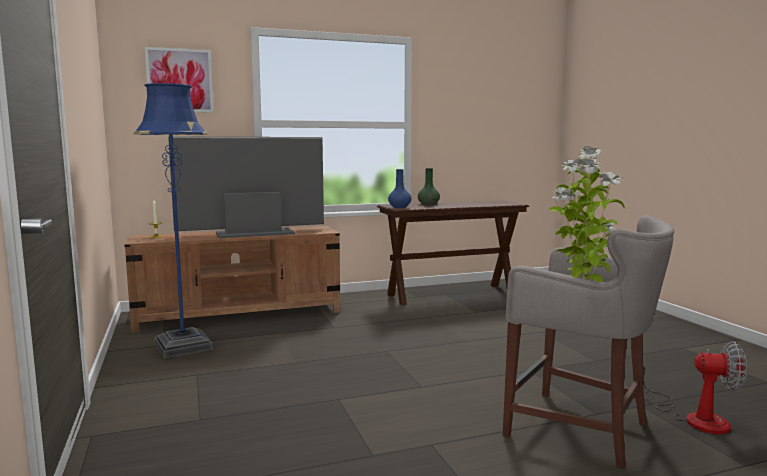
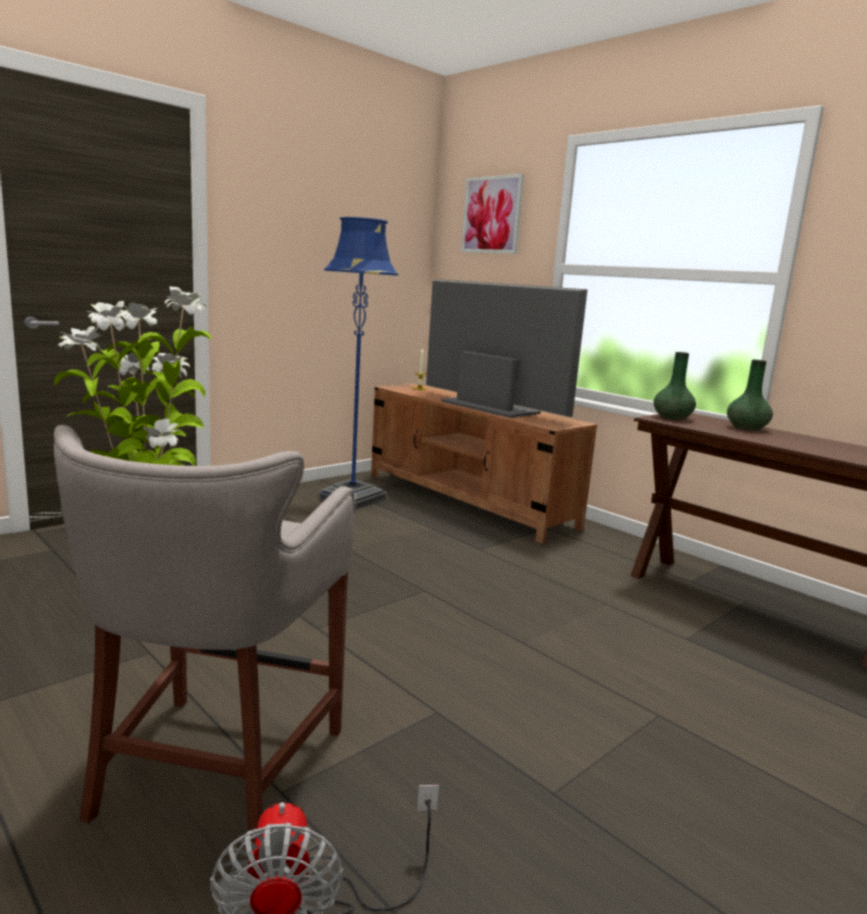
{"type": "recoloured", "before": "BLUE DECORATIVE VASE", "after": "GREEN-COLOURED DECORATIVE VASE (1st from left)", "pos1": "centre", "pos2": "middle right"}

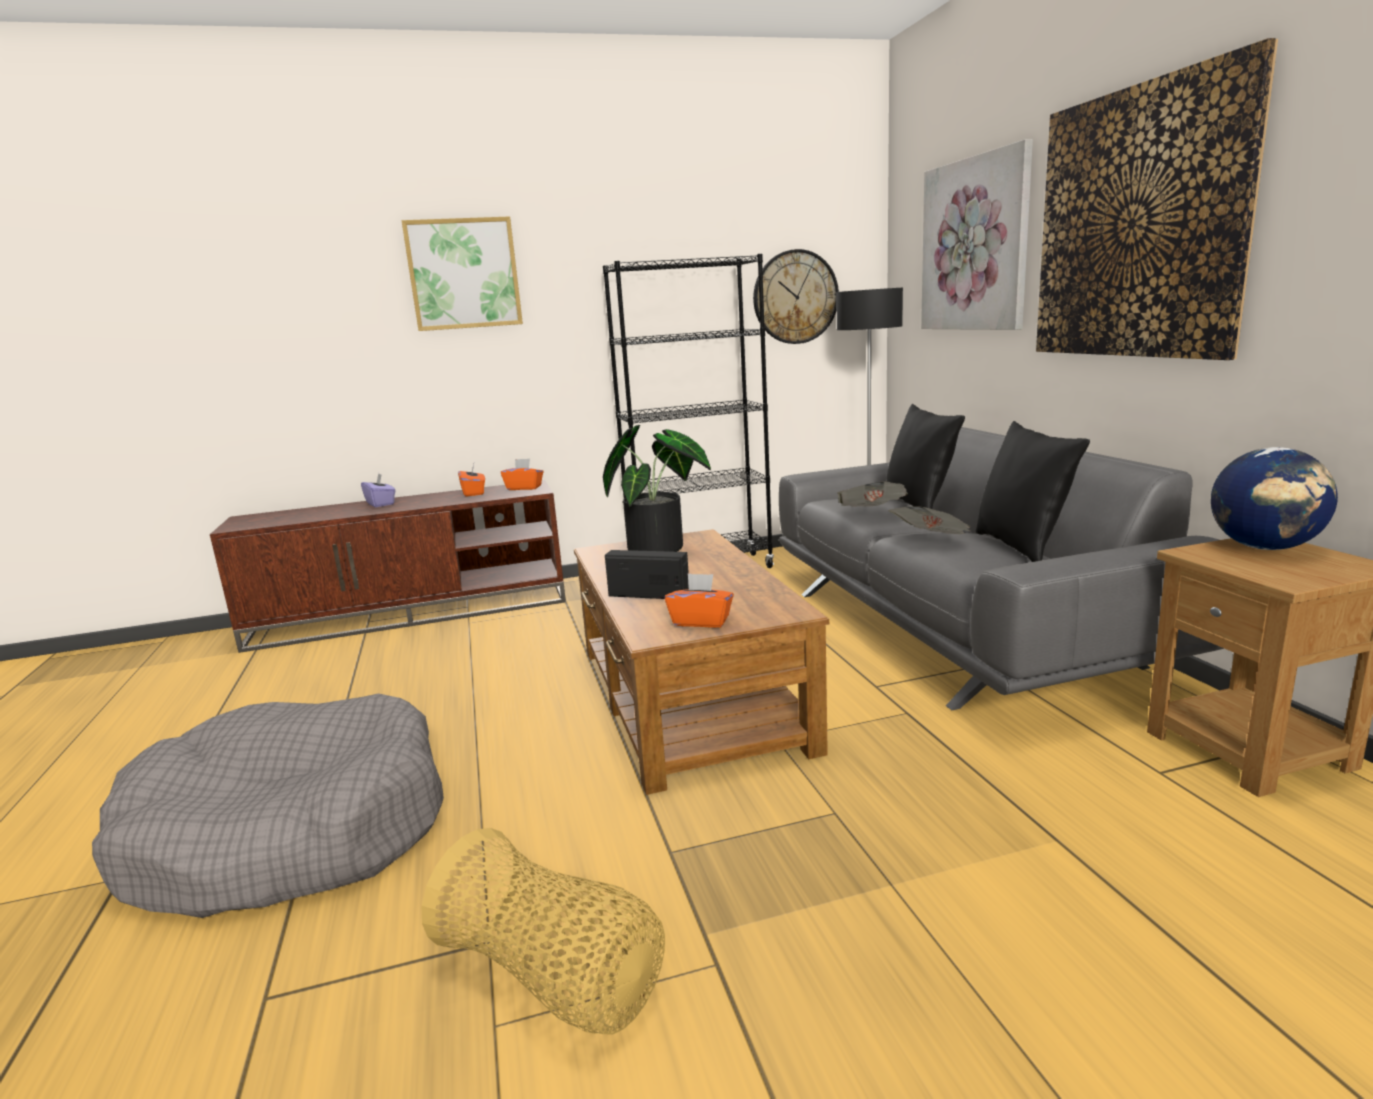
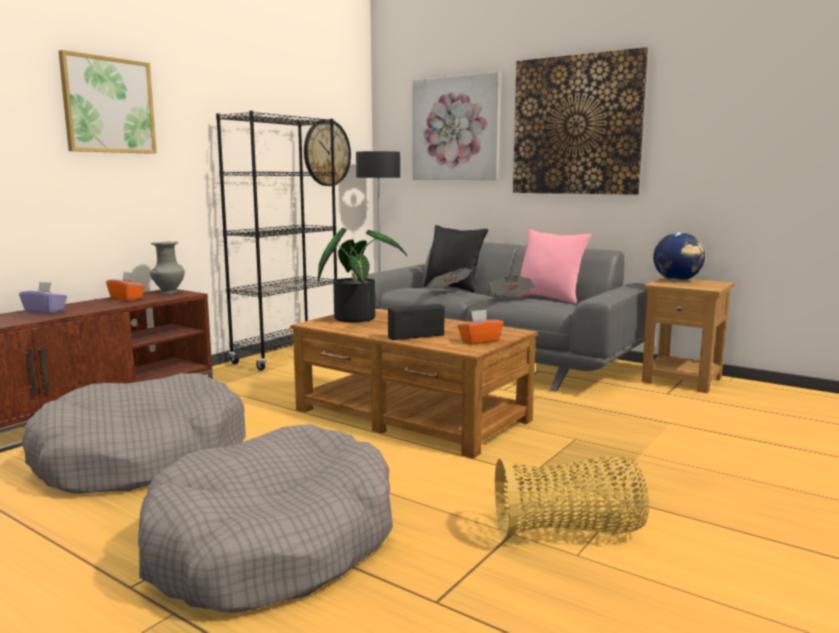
{"type": "replaced", "before": "ORANGEY TISSUE BOX (2nd from left)", "after": "GREY DECORATIVE VASE", "pos1": "centre", "pos2": "middle left"}
{"type": "recoloured", "before": "BLACKISH CUSHION (2nd from left)", "after": "PINK-COLOURED CUSHION", "pos1": "middle right", "pos2": "centre"}
{"type": "added", "after": "GREY PET BED (1st from left)", "pos2": "bottom left"}

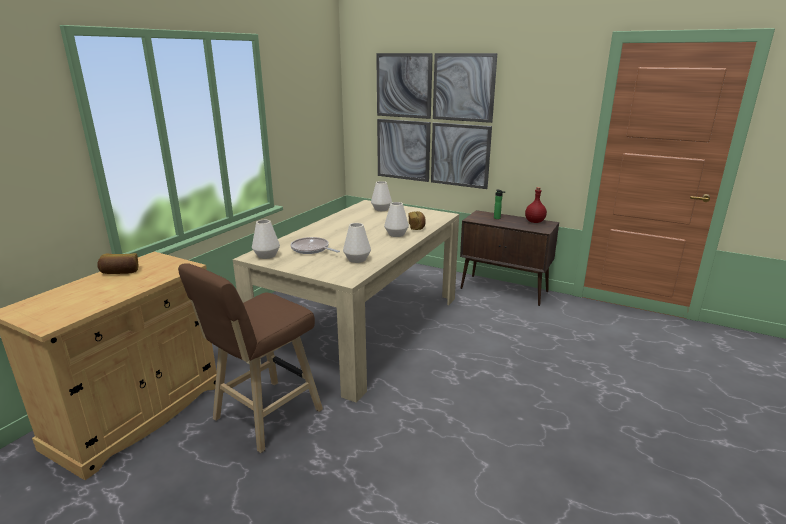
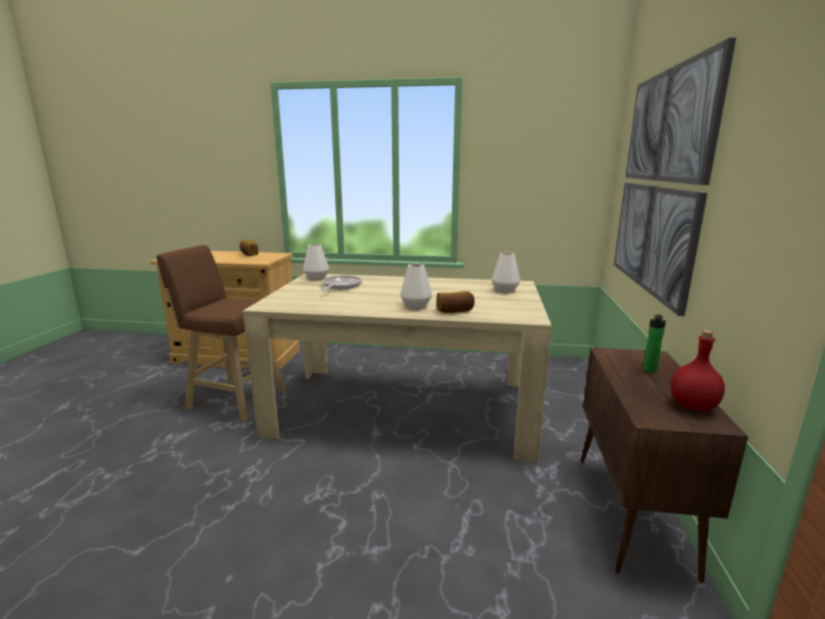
{"type": "removed", "before": "WHITE DECORATIVE VASE (2nd from left)", "pos1": "centre"}

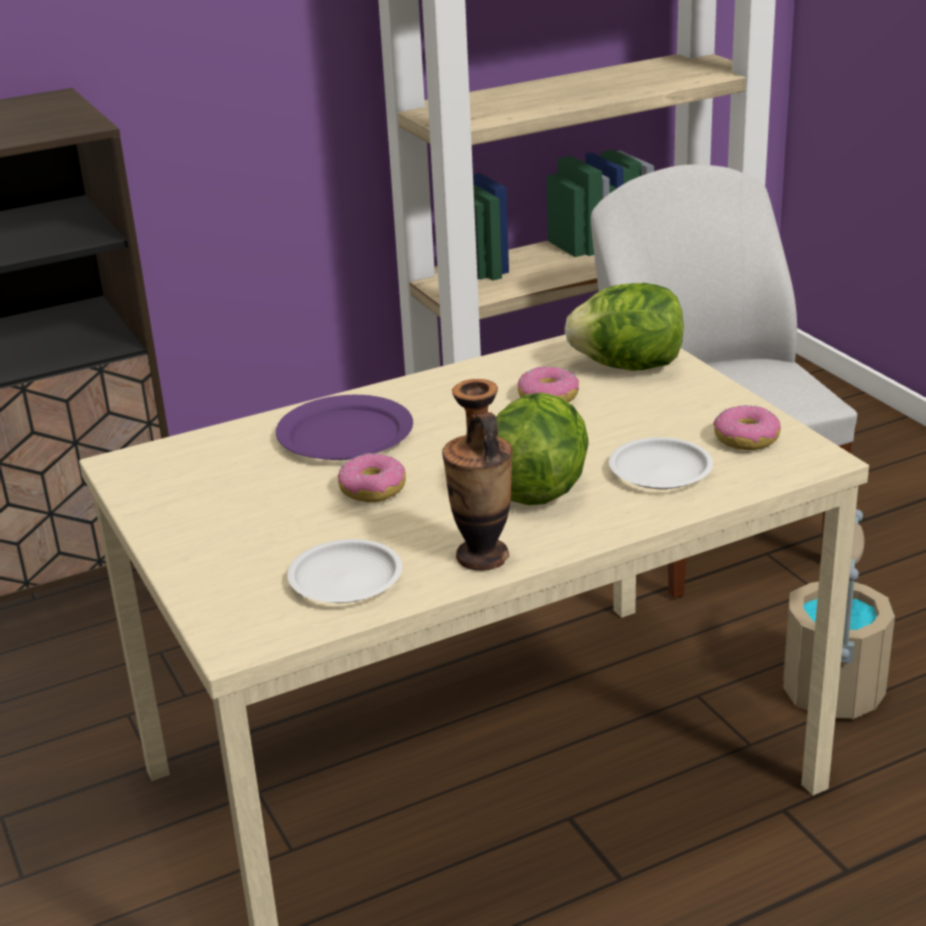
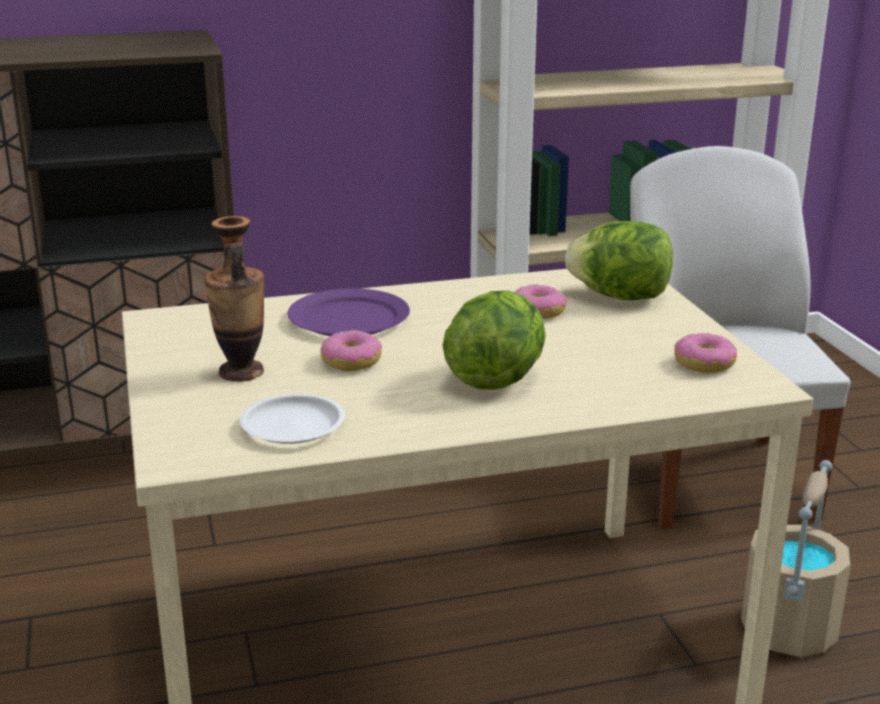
{"type": "moved", "before": "DECORATIVE VASE", "pos1": "centre", "pos2": "middle left"}
{"type": "removed", "before": "WHITE DINNER PLATE (2nd from left)", "pos1": "middle right"}

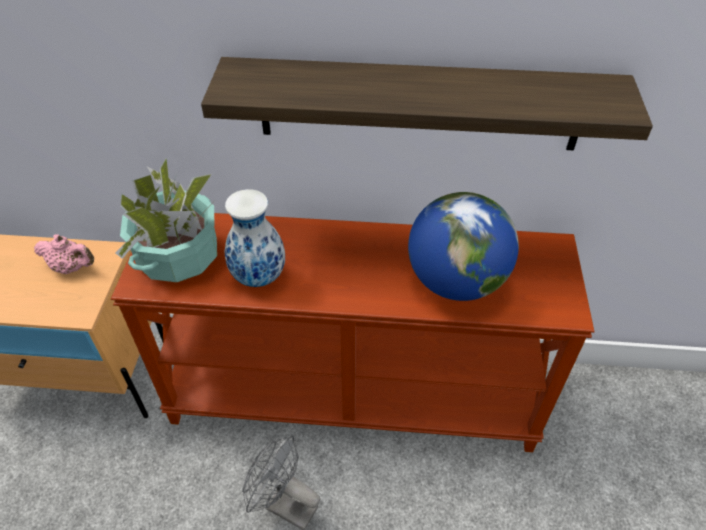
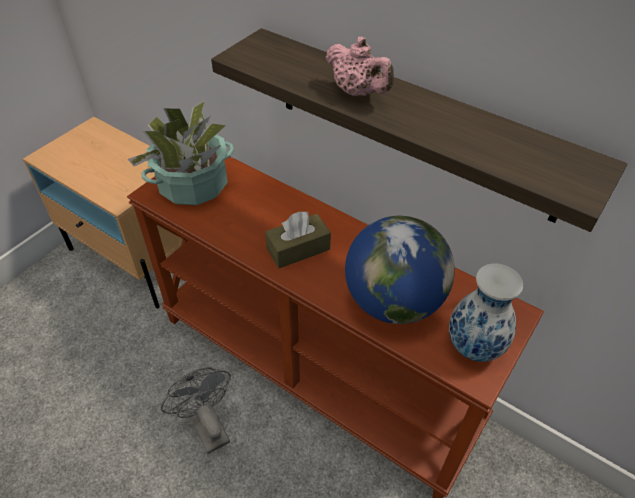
{"type": "moved", "before": "PINK-COLOURED POT FOR TEA", "pos1": "middle left", "pos2": "top centre"}
{"type": "moved", "before": "DECORATIVE VASE", "pos1": "centre", "pos2": "middle right"}
{"type": "added", "after": "BROWNISH TISSUE BOX", "pos2": "centre"}

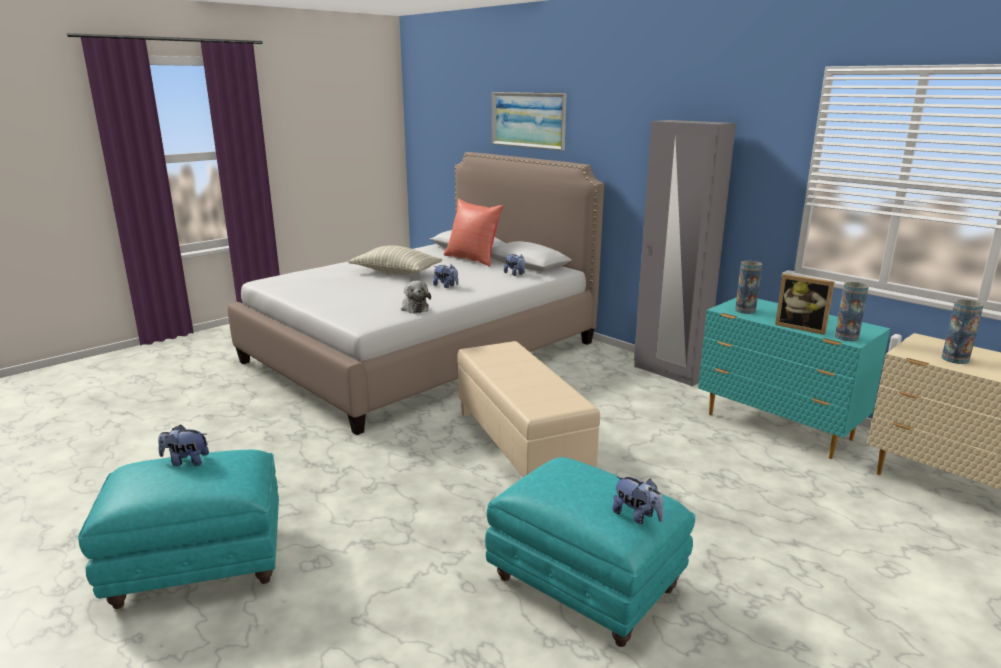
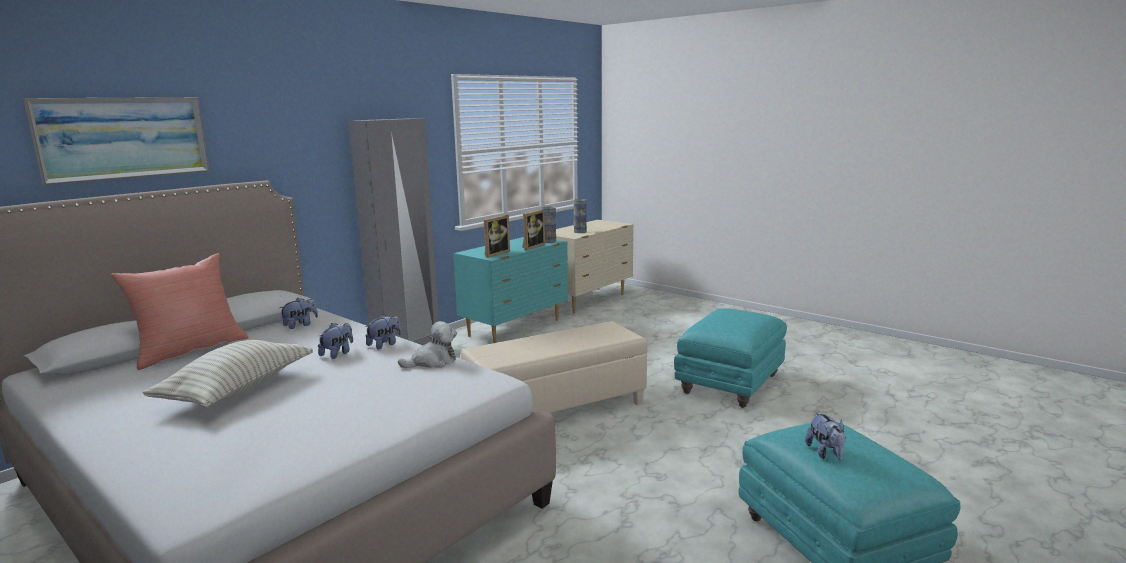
{"type": "moved", "before": "PLUSH TOY (5th from left in the first image)", "after": "PLUSH TOY (3rd from left)", "pos1": "bottom centre", "pos2": "centre"}
{"type": "replaced", "before": "DECORATIVE VASE (1st from left)", "after": "PHOTO FRAME (1st from left)", "pos1": "middle right", "pos2": "centre"}

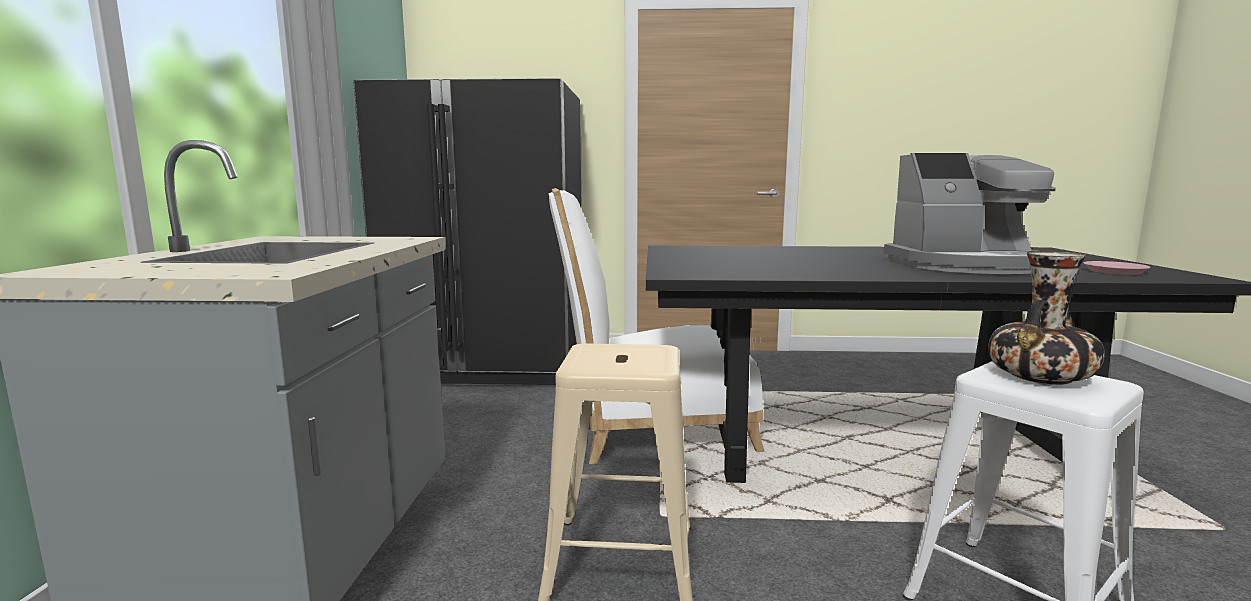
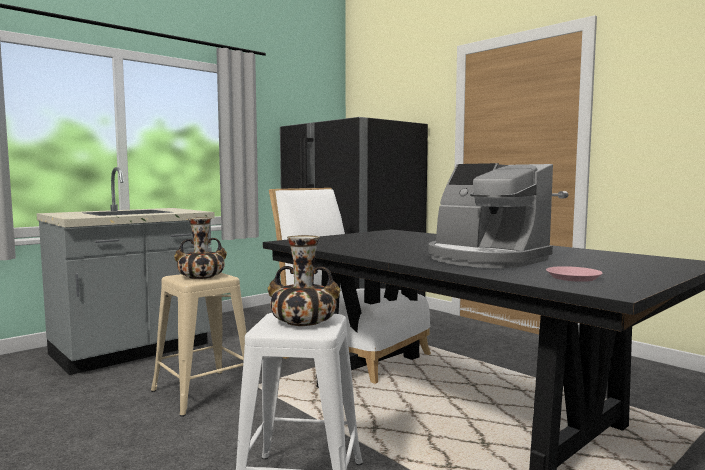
{"type": "added", "after": "DECORATIVE VASE (1st from left)", "pos2": "middle left"}

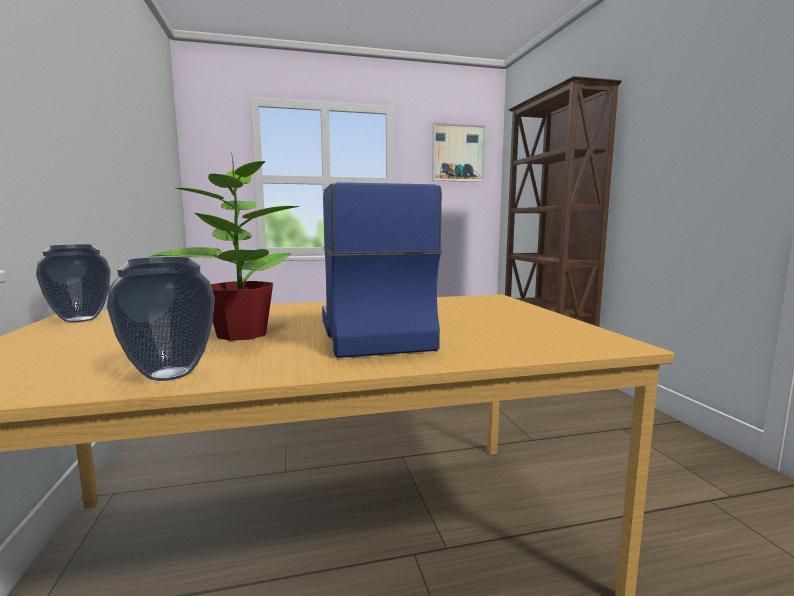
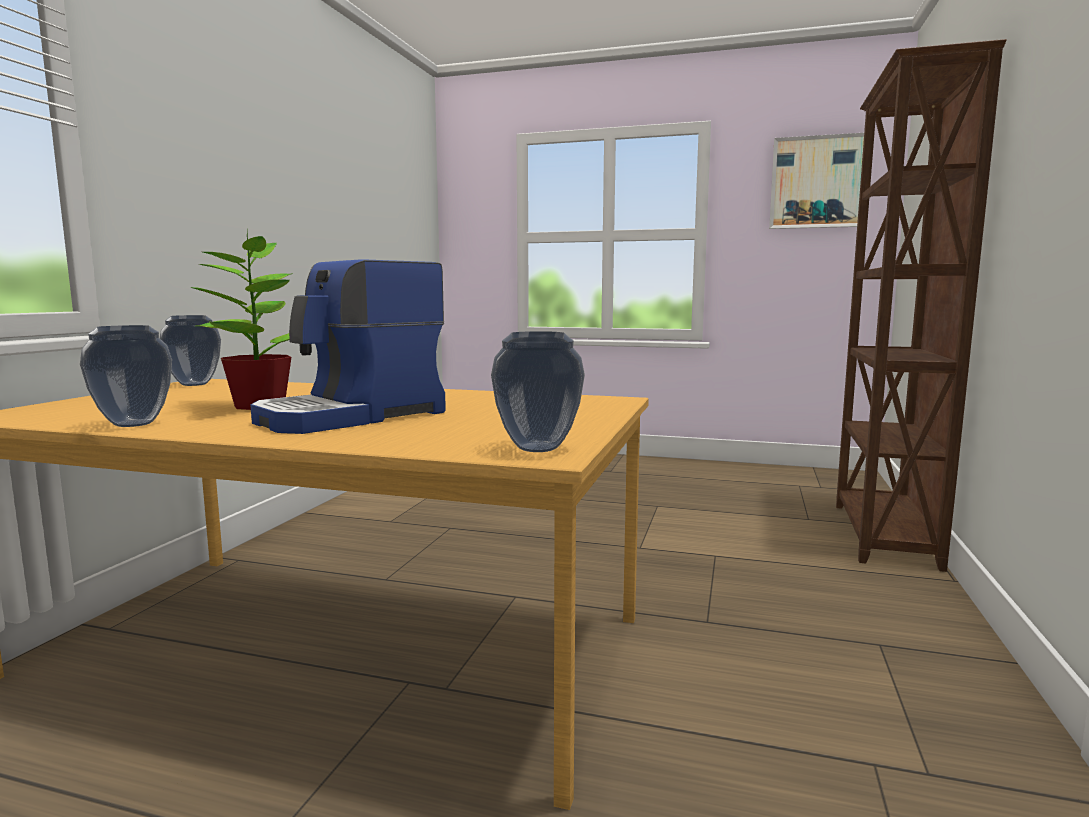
{"type": "turned", "before": "COFFEE MAKER", "pos1": "centre", "pos2": "middle left", "turn": -150}
{"type": "added", "after": "DECORATIVE VASE (3rd from left)", "pos2": "centre"}

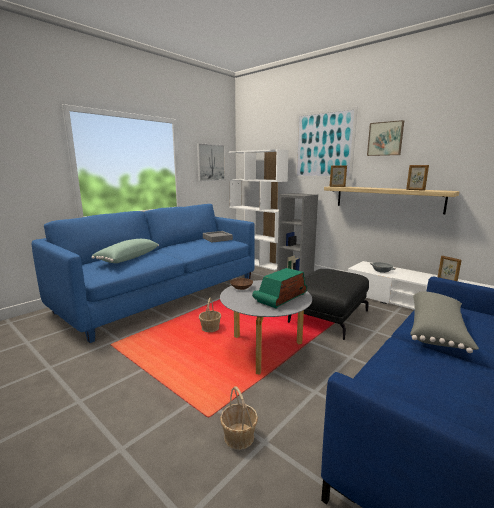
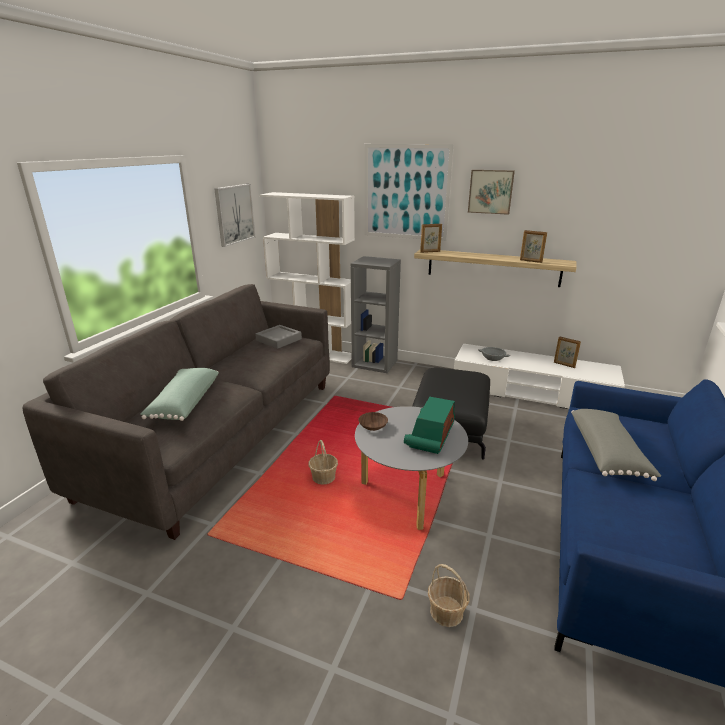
{"type": "recoloured", "before": "BLUE COUCH (1st from left)", "after": "GREY COUCH", "pos1": "middle left", "pos2": "middle left"}

